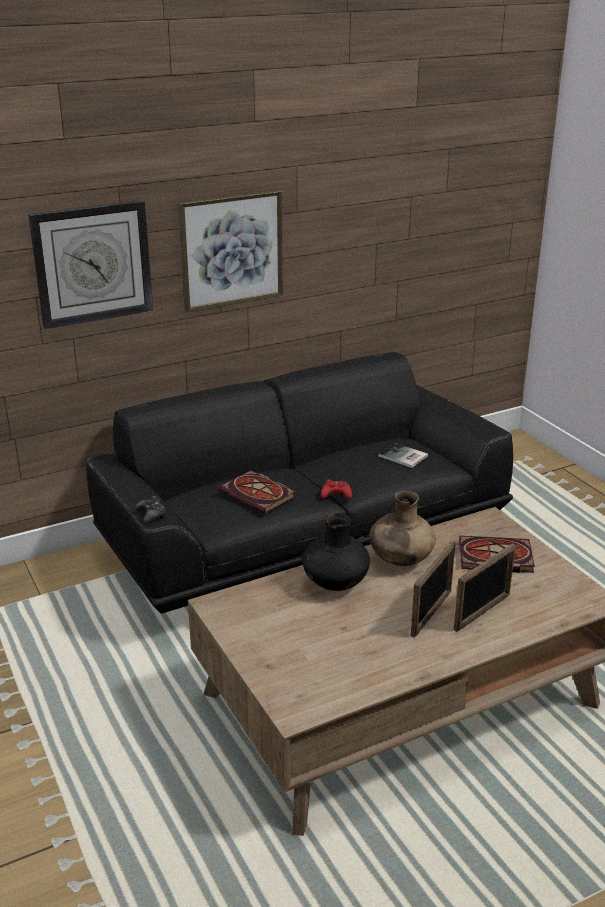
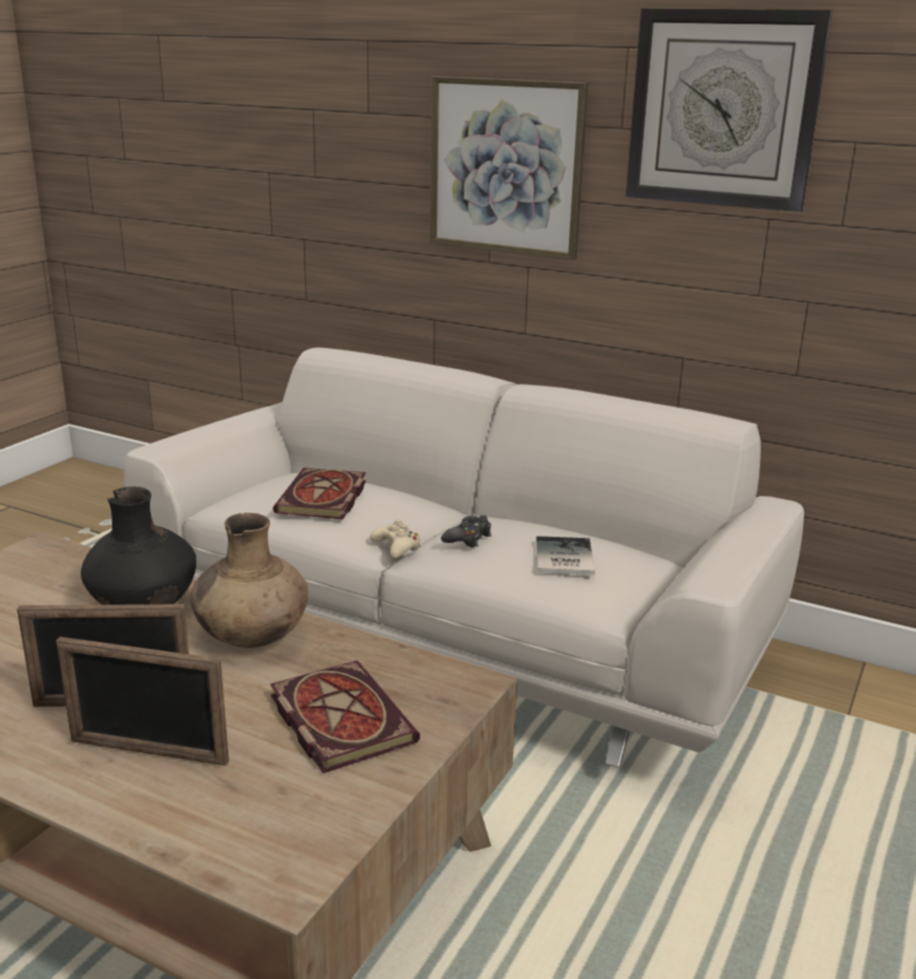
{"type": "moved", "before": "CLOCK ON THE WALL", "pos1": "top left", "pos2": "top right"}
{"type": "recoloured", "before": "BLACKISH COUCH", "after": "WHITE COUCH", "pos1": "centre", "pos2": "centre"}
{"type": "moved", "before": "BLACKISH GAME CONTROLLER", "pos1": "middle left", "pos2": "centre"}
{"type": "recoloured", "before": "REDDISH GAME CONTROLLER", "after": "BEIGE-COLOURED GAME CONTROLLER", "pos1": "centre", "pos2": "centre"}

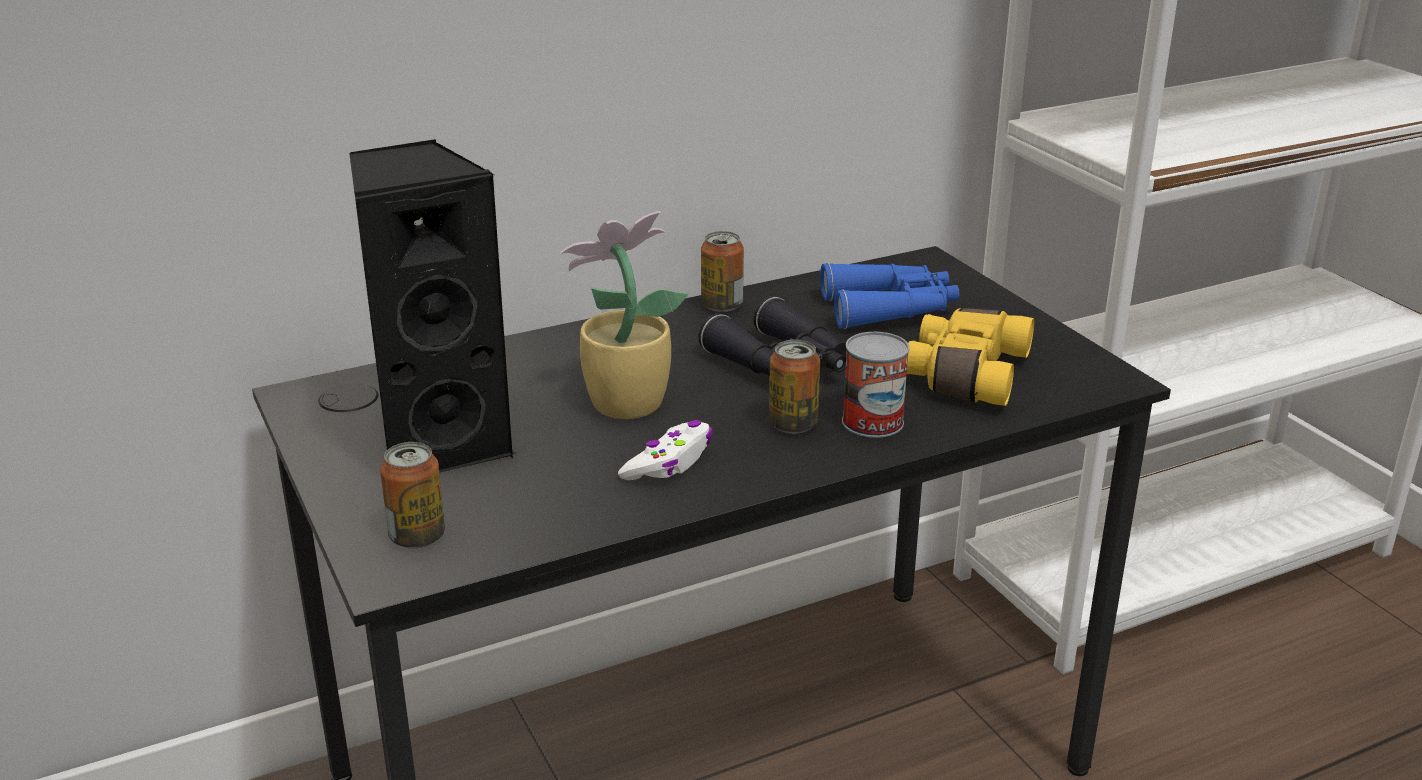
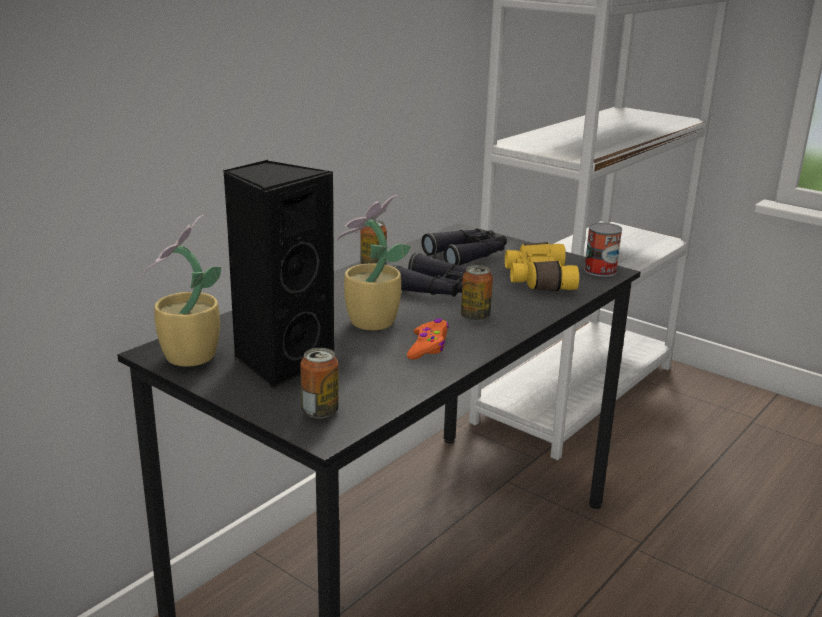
{"type": "recoloured", "before": "WHITE GAME CONTROLLER", "after": "ORANGEY GAME CONTROLLER", "pos1": "centre", "pos2": "centre"}
{"type": "recoloured", "before": "BLUE BINOCULARS", "after": "BLACKISH BINOCULARS (2nd from left)", "pos1": "centre", "pos2": "centre"}
{"type": "moved", "before": "SEALED CAN (4th from left)", "pos1": "centre", "pos2": "middle right"}
{"type": "added", "after": "HOUSEPLANT (1st from left)", "pos2": "middle left"}

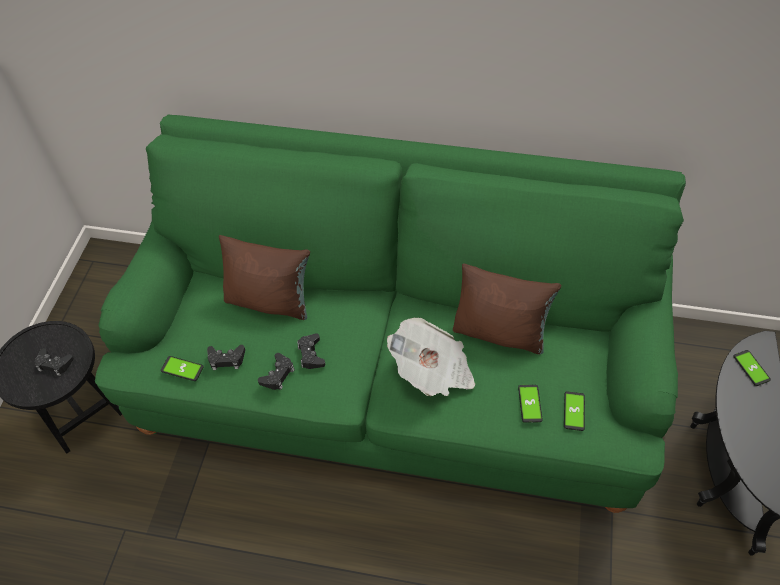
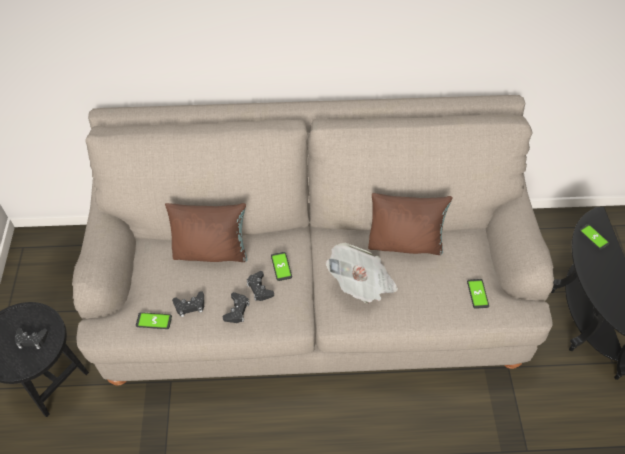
{"type": "recoloured", "before": "GREEN-COLOURED COUCH", "after": "BEIGE-COLOURED COUCH", "pos1": "centre", "pos2": "centre"}
{"type": "moved", "before": "HANDSET (2nd from left)", "pos1": "bottom right", "pos2": "centre"}

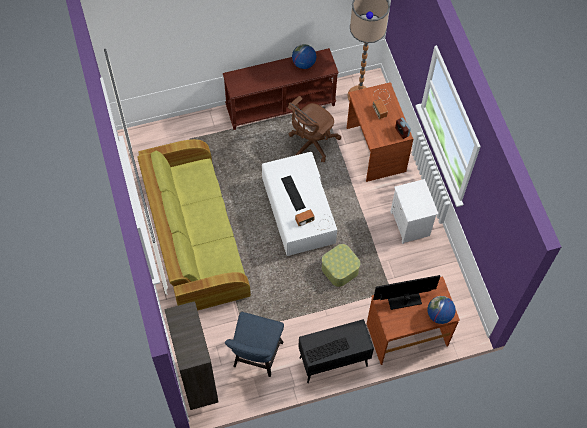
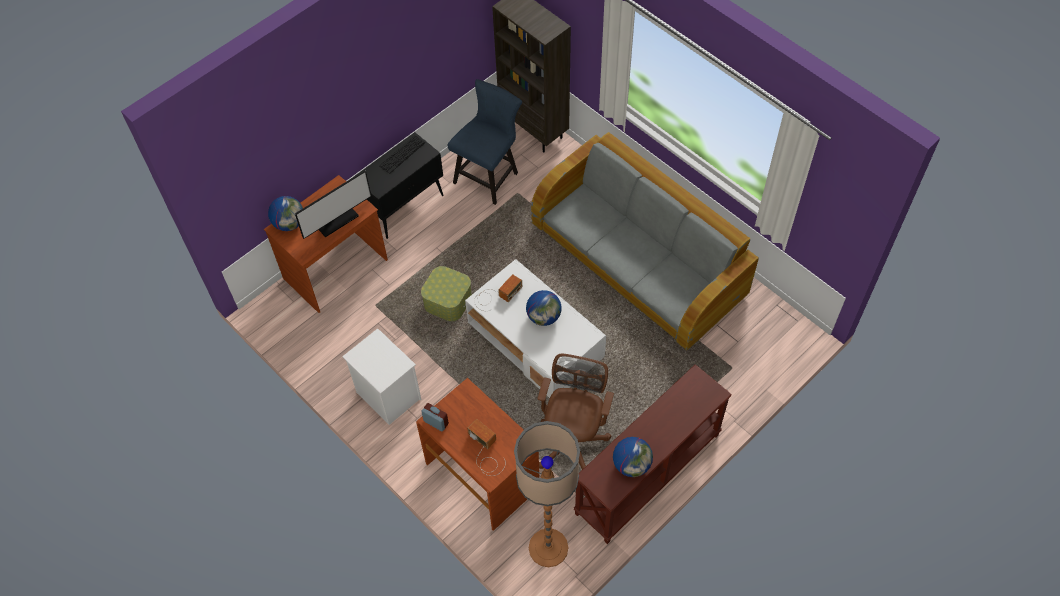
{"type": "recoloured", "before": "GREEN-COLOURED COUCH", "after": "GREY COUCH", "pos1": "middle left", "pos2": "centre"}
{"type": "turned", "before": "BLUE PLAIN CHAIR", "pos1": "bottom centre", "pos2": "top centre", "turn": 45}
{"type": "replaced", "before": "PC KEYBOARD (1st from left)", "after": "GLOBE (2nd from left)", "pos1": "centre", "pos2": "centre"}

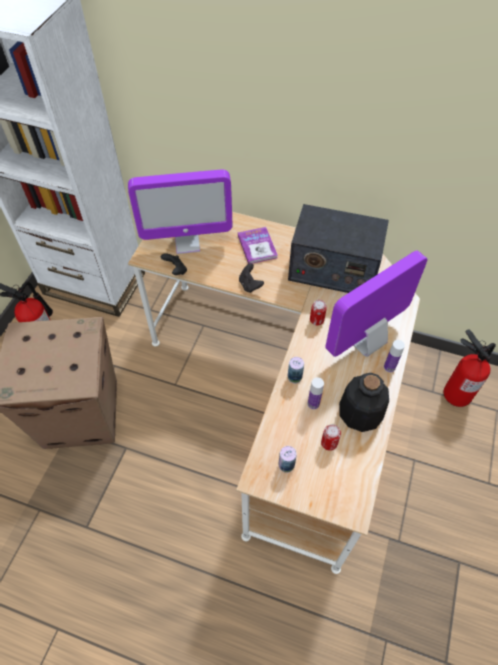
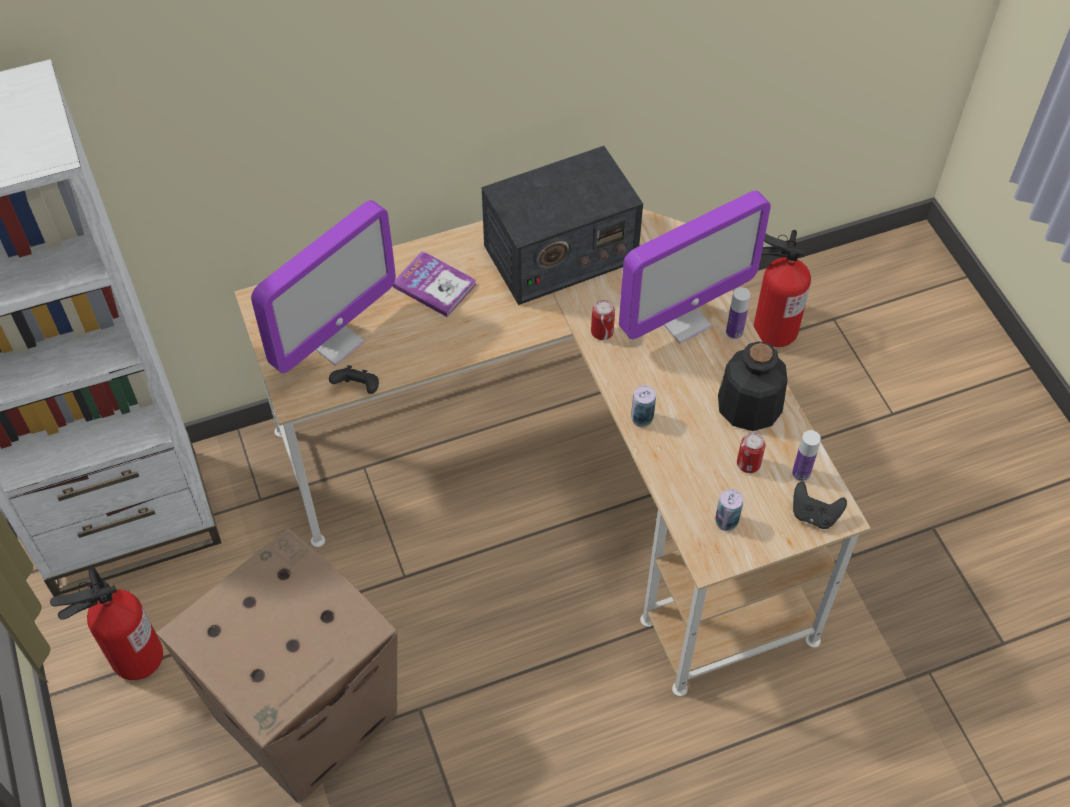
{"type": "moved", "before": "BLACKISH GAME CONTROLLER (2nd from left)", "pos1": "centre", "pos2": "middle right"}
{"type": "moved", "before": "BEVERAGE BOTTLE (1st from left in the first image)", "after": "BEVERAGE BOTTLE (3rd from left)", "pos1": "centre", "pos2": "middle right"}
{"type": "turned", "before": "COMPUTER SCREEN (2nd from left)", "pos1": "middle right", "pos2": "top centre", "turn": -135}

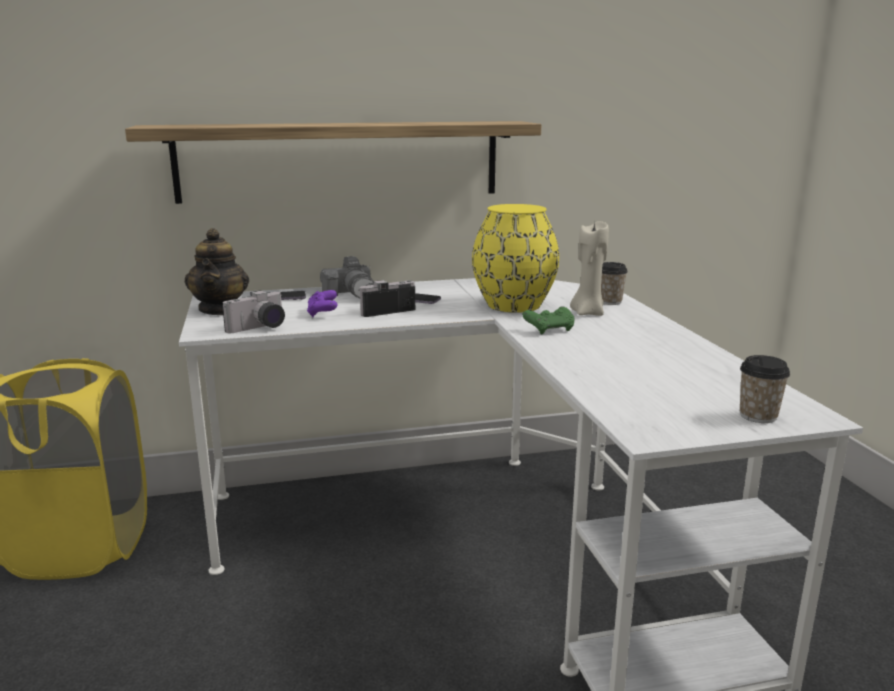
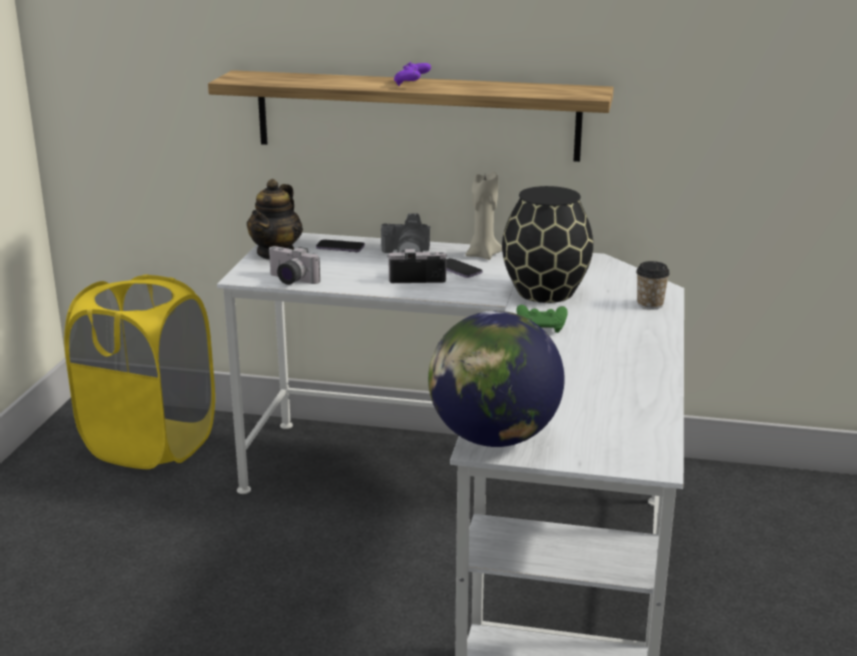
{"type": "turned", "before": "STILL CAMERA (1st from left)", "pos1": "middle left", "pos2": "centre", "turn": 45}
{"type": "moved", "before": "PURPLISH GAME CONTROLLER", "pos1": "centre", "pos2": "top centre"}
{"type": "recoloured", "before": "YELLOW-COLOURED DECORATIVE VASE", "after": "BLACKISH DECORATIVE VASE", "pos1": "centre", "pos2": "centre"}
{"type": "moved", "before": "BEIGE-COLOURED WAX CANDLE", "pos1": "centre", "pos2": "top centre"}
{"type": "removed", "before": "CUP (2nd from left)", "pos1": "middle right"}
{"type": "added", "after": "GLOBE", "pos2": "centre"}

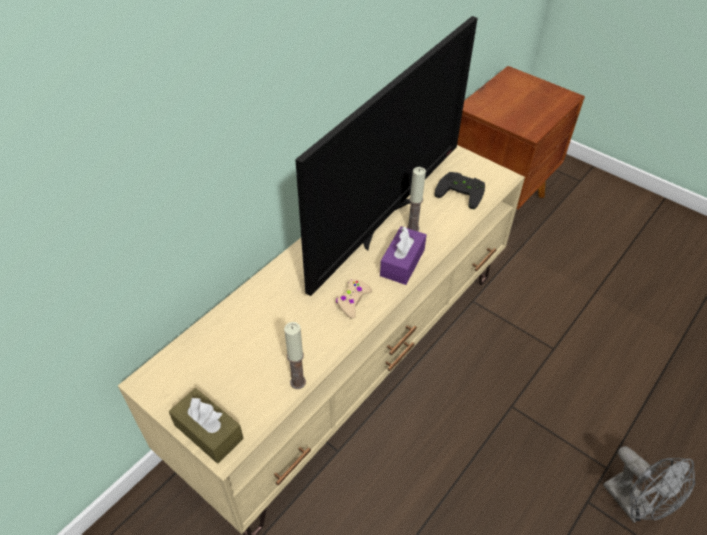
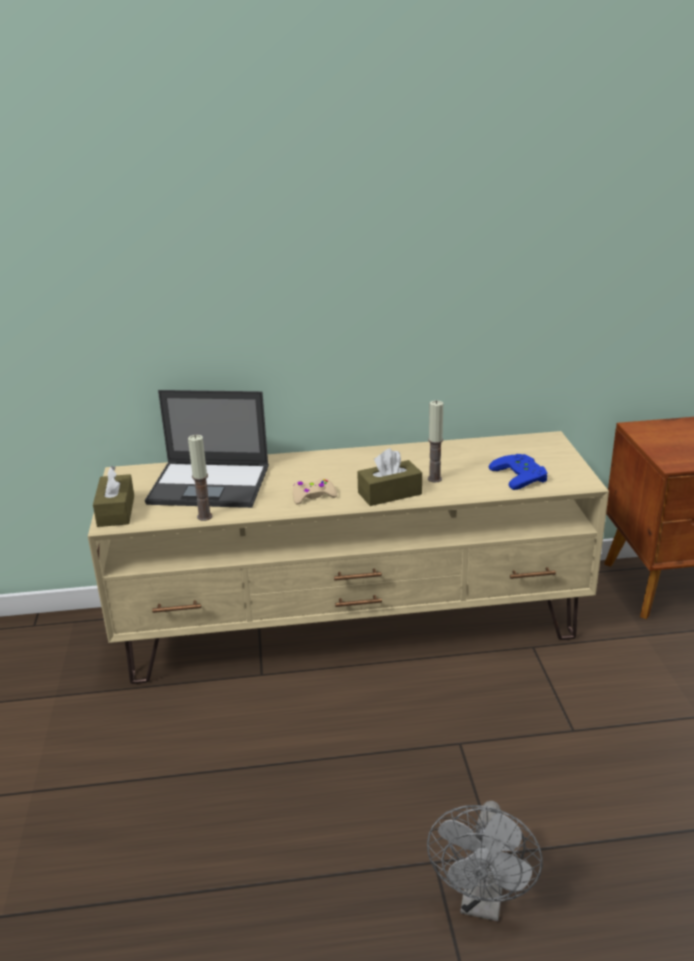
{"type": "removed", "before": "TV", "pos1": "top centre"}
{"type": "recoloured", "before": "PURPLISH TISSUE BOX", "after": "BROWNISH TISSUE BOX (2nd from left)", "pos1": "centre", "pos2": "centre"}
{"type": "recoloured", "before": "BLACKISH GAME CONTROLLER", "after": "BLUE GAME CONTROLLER", "pos1": "centre", "pos2": "middle right"}
{"type": "added", "after": "NOTEBOOK COMPUTER", "pos2": "middle left"}

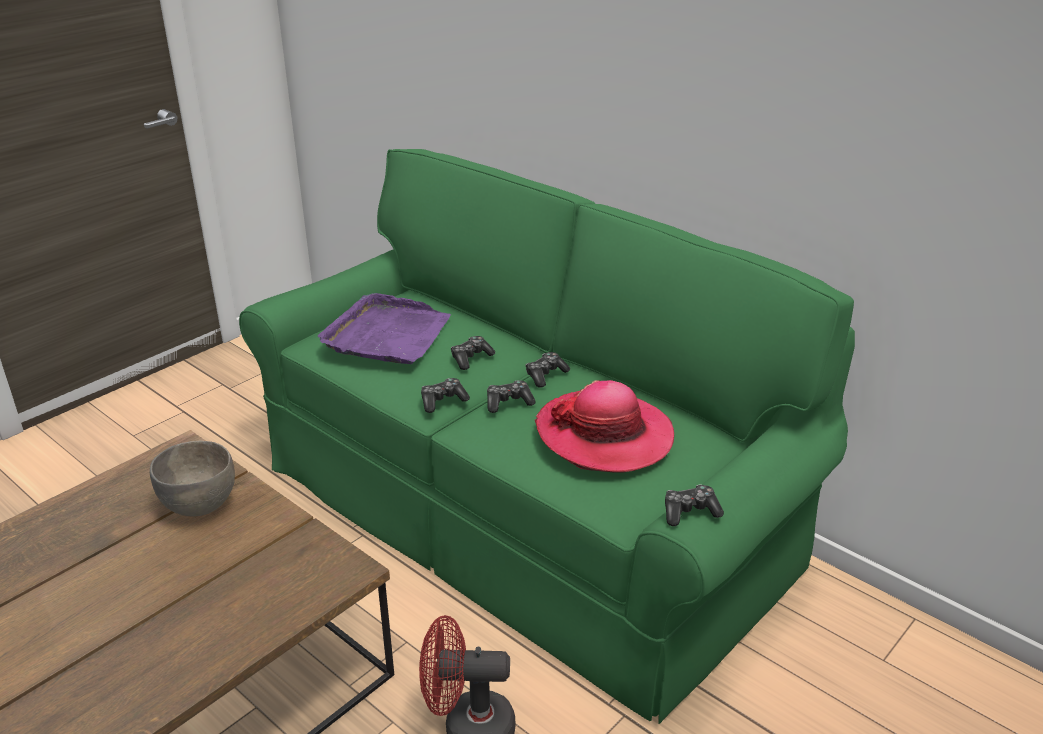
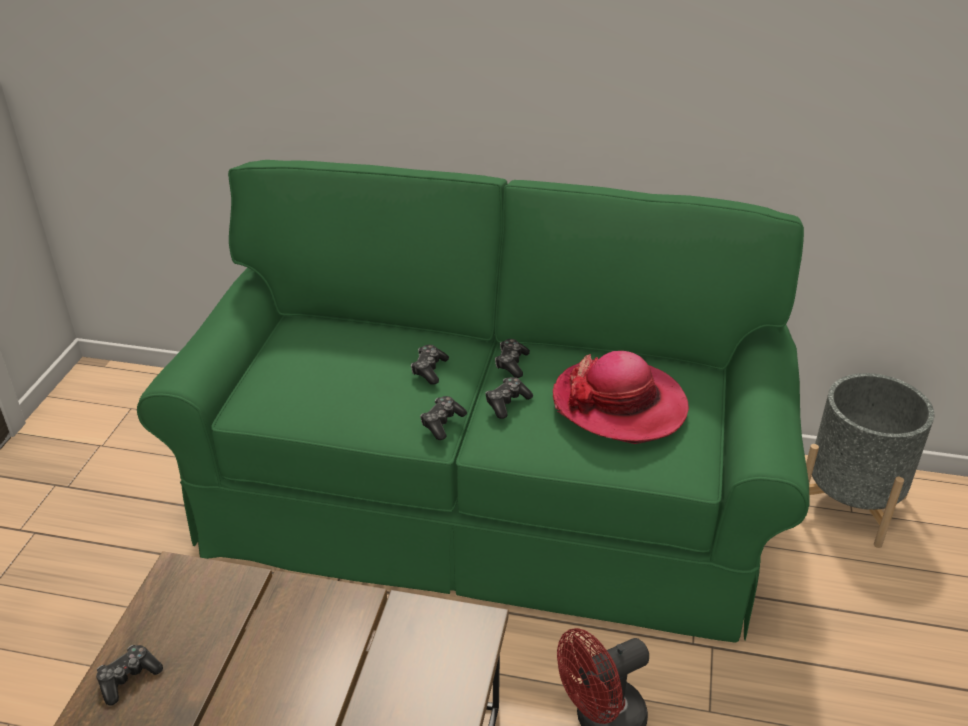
{"type": "removed", "before": "GREY DEEP DISH", "pos1": "middle left"}
{"type": "removed", "before": "PURPLISH SERVING TRAY", "pos1": "centre"}
{"type": "moved", "before": "GAME CONTROLLER (5th from left in the first image)", "after": "GAME CONTROLLER (1st from left)", "pos1": "bottom centre", "pos2": "bottom left"}
{"type": "added", "after": "GREY PLANTER", "pos2": "middle right"}

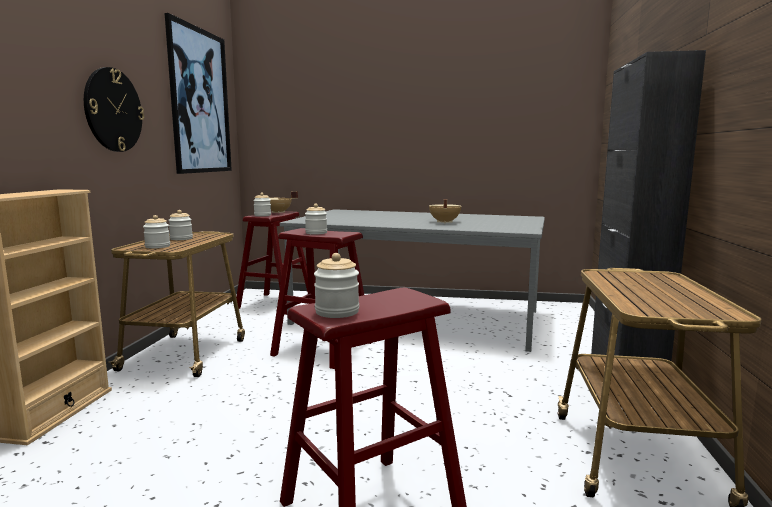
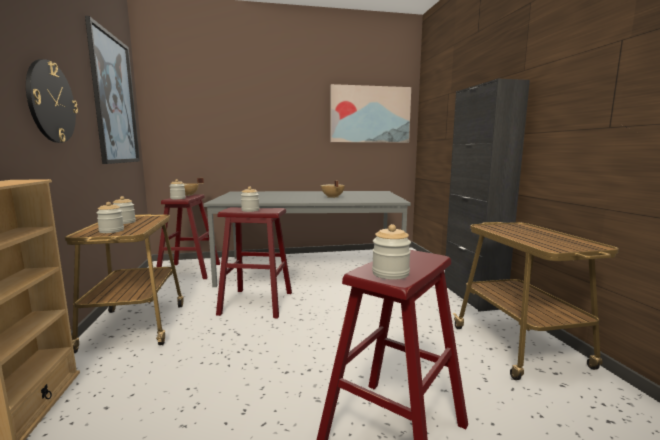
{"type": "added", "after": "WALL ART (2nd from left)", "pos2": "top centre"}

